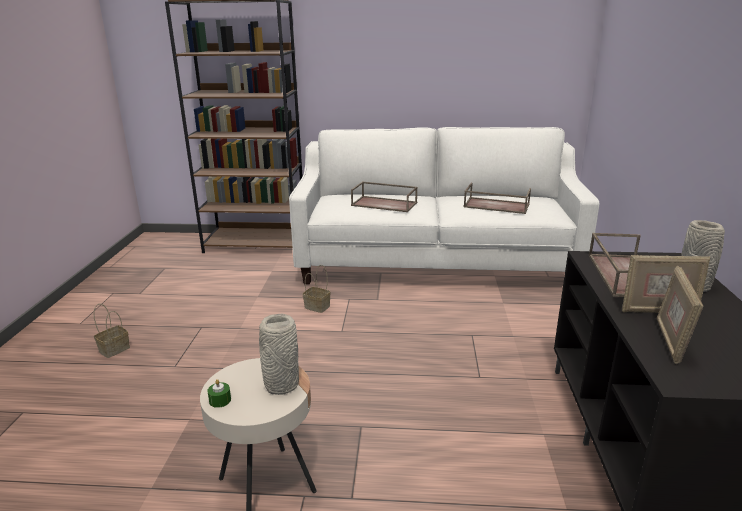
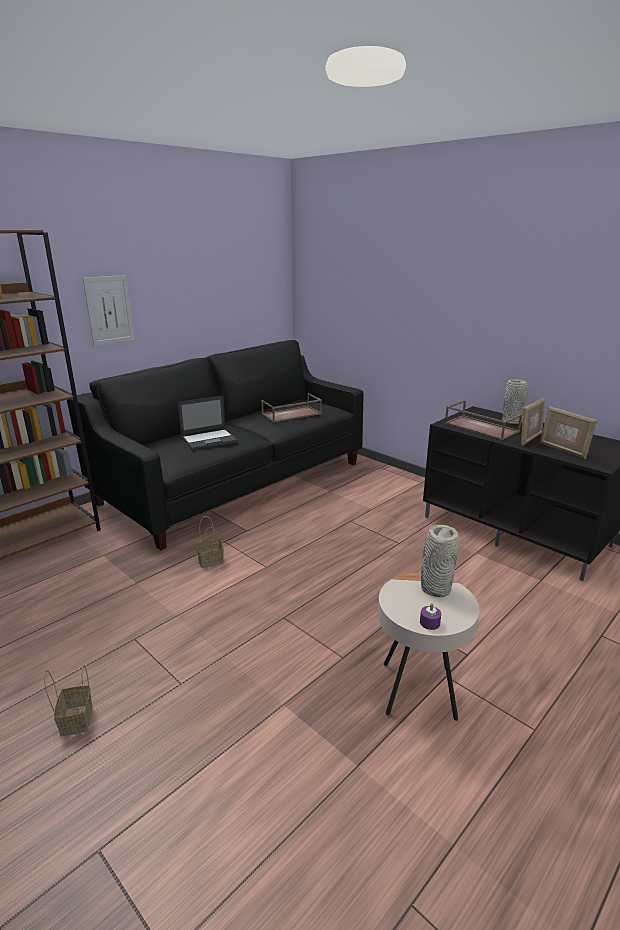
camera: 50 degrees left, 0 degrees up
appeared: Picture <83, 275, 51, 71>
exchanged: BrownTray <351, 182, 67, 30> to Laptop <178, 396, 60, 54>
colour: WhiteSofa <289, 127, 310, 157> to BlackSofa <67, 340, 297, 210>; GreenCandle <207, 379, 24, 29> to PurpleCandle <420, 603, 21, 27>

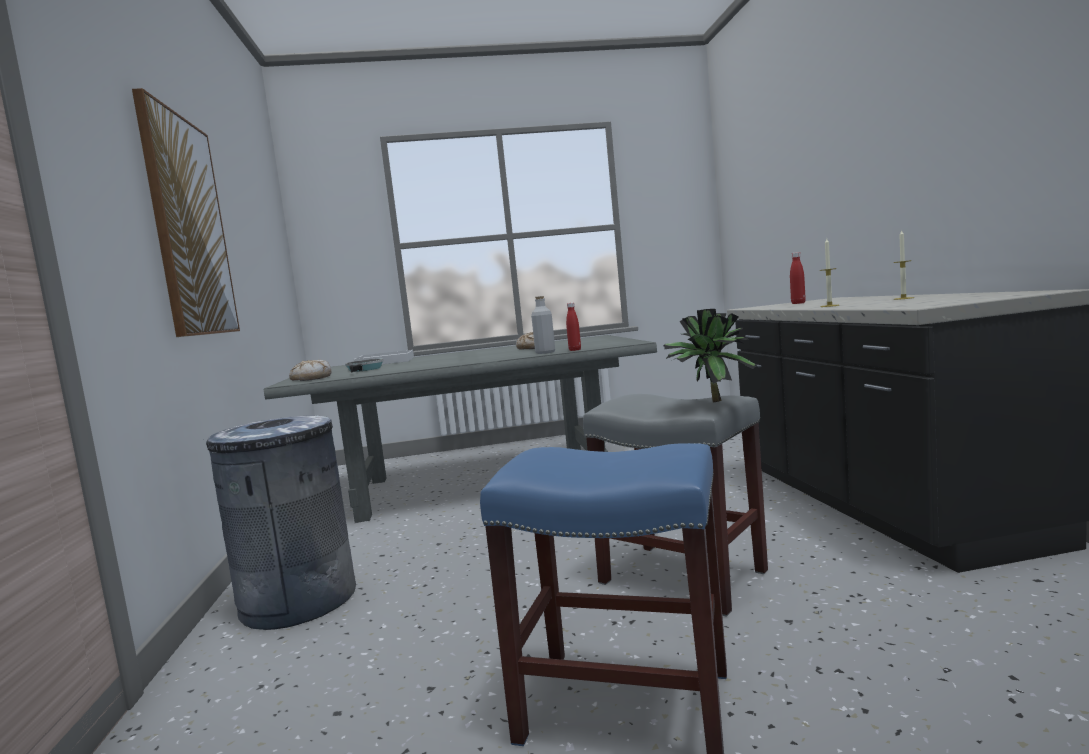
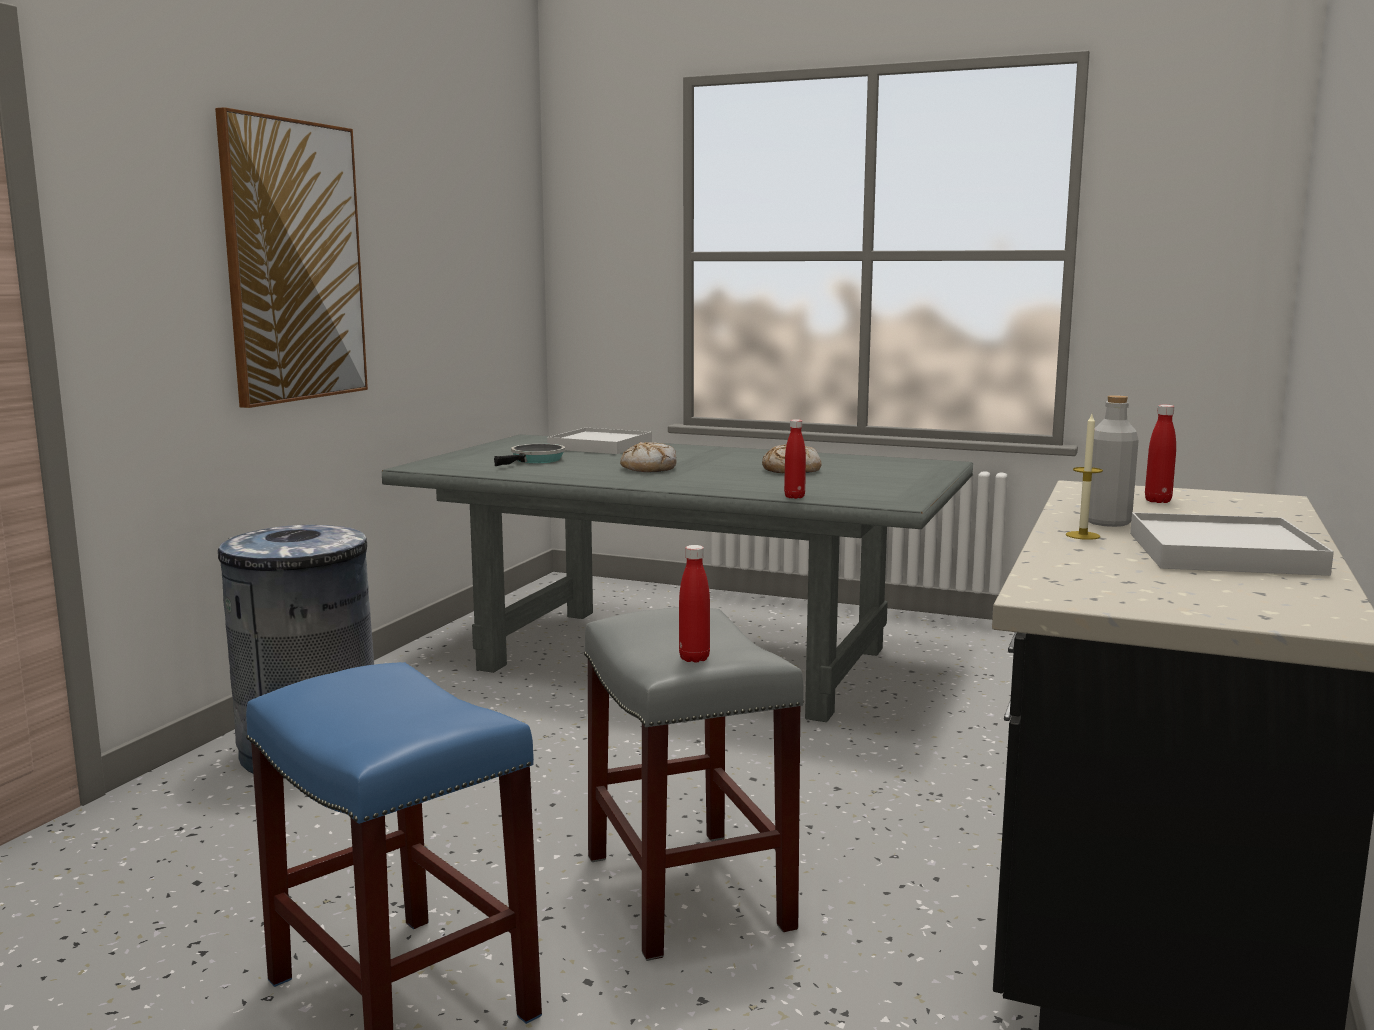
camera: 30 degrees right, 5 degrees up
relocated: Bread <289, 360, 43, 21> to <620, 442, 57, 30>; GreyBottle <531, 296, 24, 58> to <1088, 395, 51, 132>
exchanged: PottedPlant <664, 309, 93, 93> to RedBottle <679, 545, 31, 118>; Candle <893, 230, 21, 70> to WhiteTray <1130, 512, 204, 64>

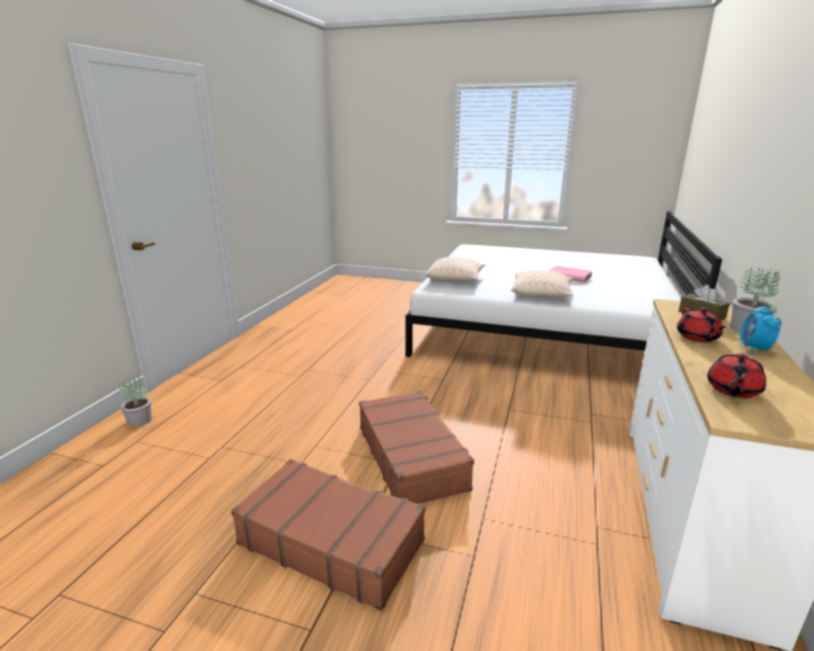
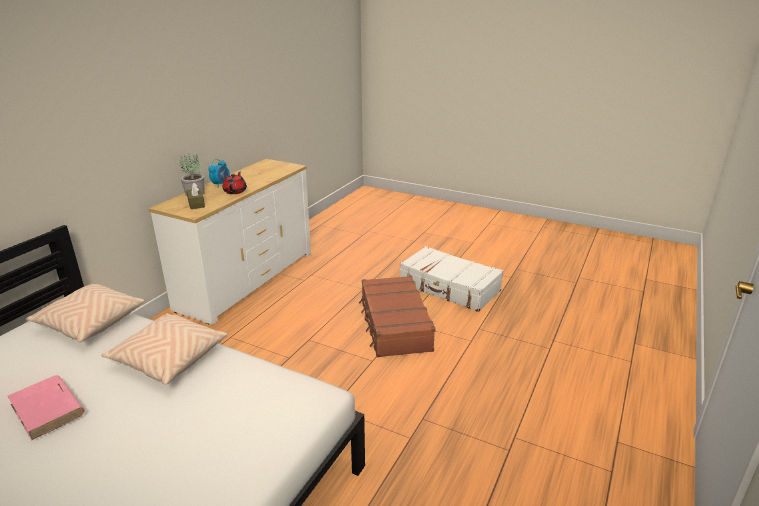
camera: 170 degrees left, 5 degrees up
missing: PottedPlant <118, 376, 34, 51>; RedTeapot <707, 353, 59, 45>
relocated: BeigePillow <425, 257, 60, 25> to <26, 284, 119, 58>
colour: BrownSuitcase <231, 459, 194, 152> to WhiteSuitcase <400, 246, 104, 66>

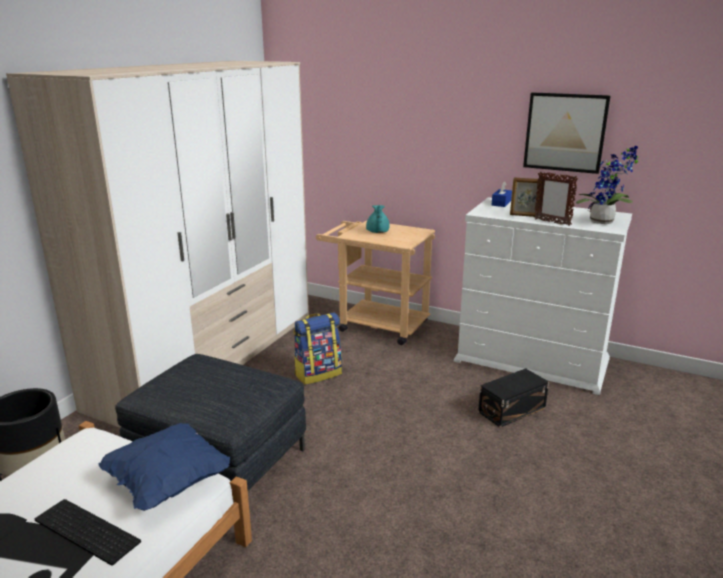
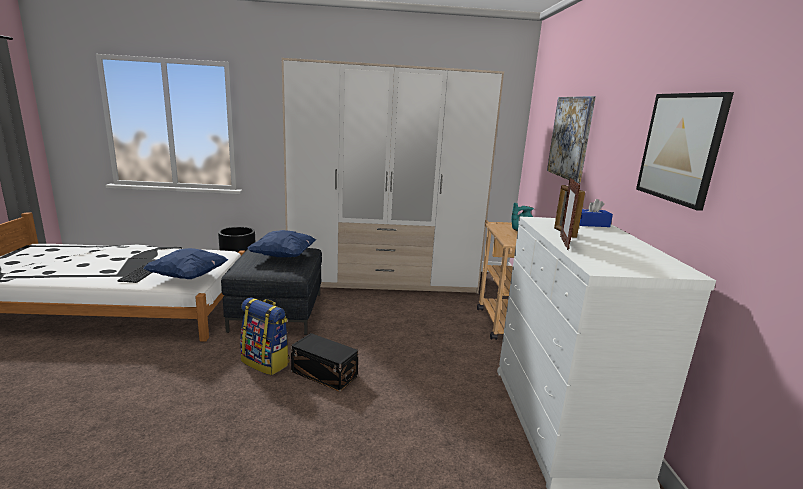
camera: 60 degrees right, 5 degrees down
missing: PottedPlant <576, 146, 62, 78>
appeared: BluePillow <247, 230, 69, 27>; Picture <547, 96, 49, 87>
relocated: Backpack <293, 312, 49, 73> to <240, 297, 50, 78>; BlackStorageBox <478, 368, 71, 60> to <291, 333, 68, 59>

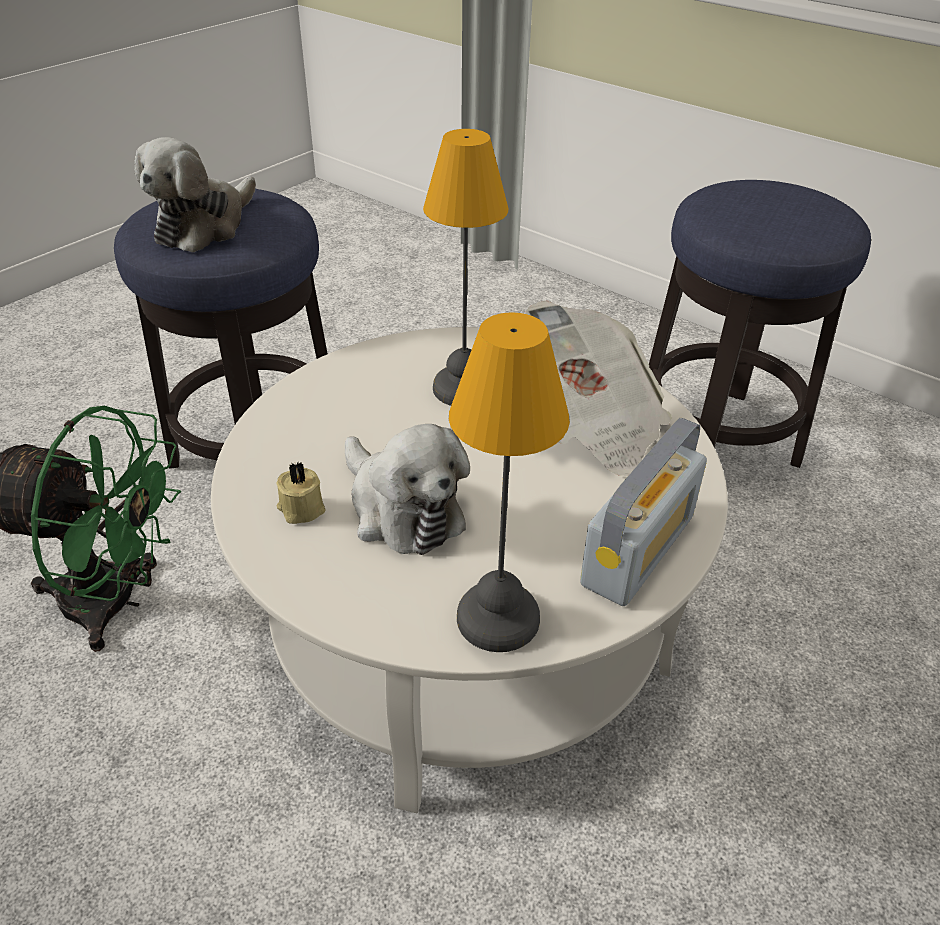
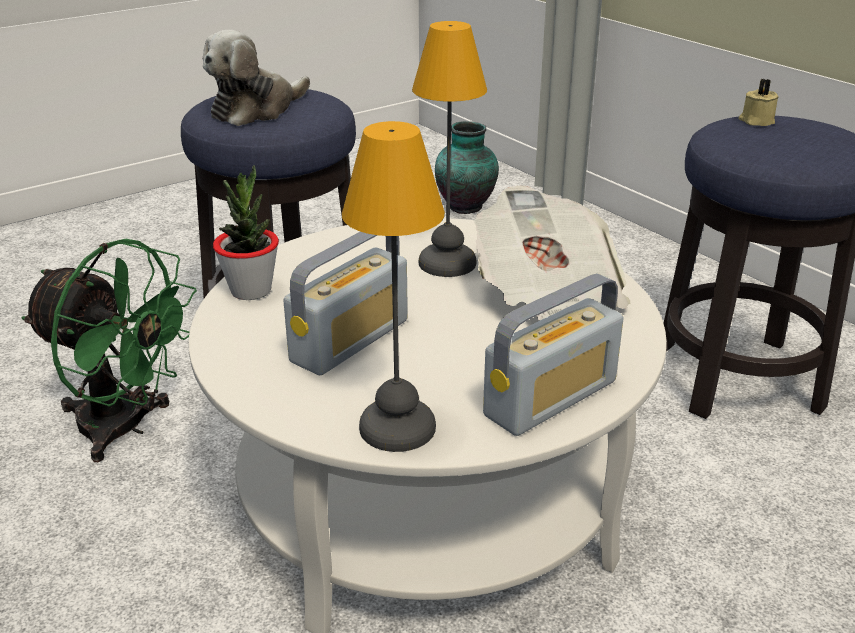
camera: 15 degrees right, 10 degrees down
appeared: PottedPlant <213, 165, 66, 135>; Vase <435, 121, 64, 93>
relocated: BeigeCandle <276, 462, 50, 62> to <738, 79, 41, 47>
exchanged: PlushToy <345, 424, 125, 131> to Radio <283, 232, 125, 143>

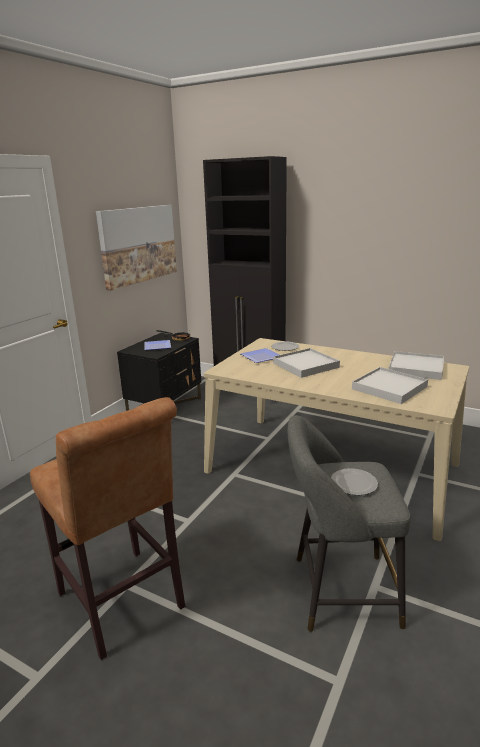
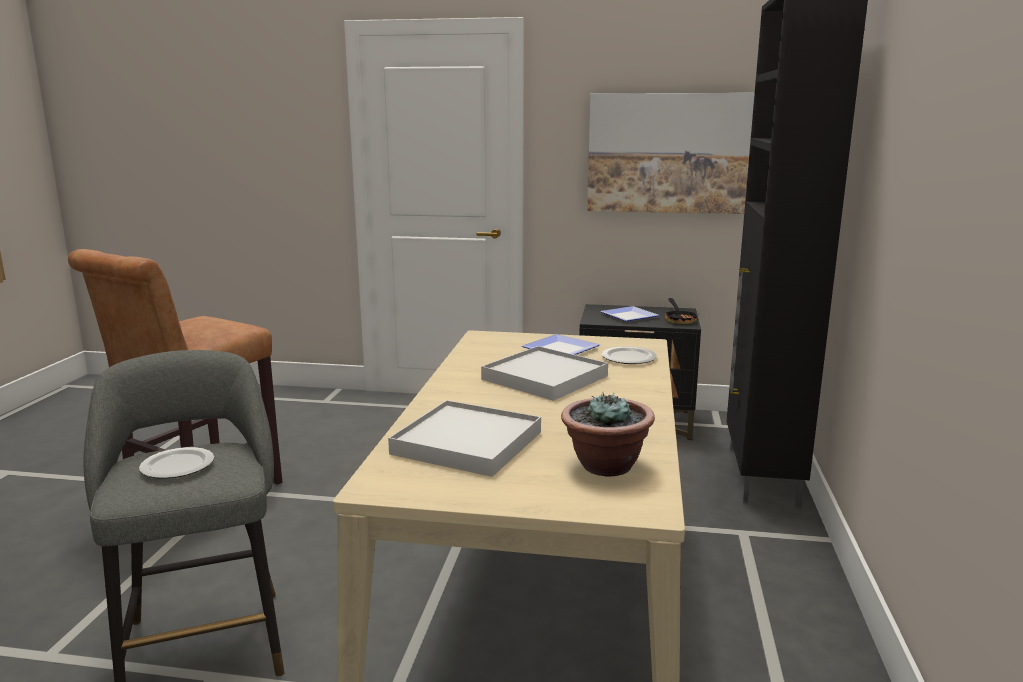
camera: 70 degrees right, 5 degrees down
exchanged: WhiteTray <389, 351, 55, 29> to PottedPlant <561, 392, 94, 84>

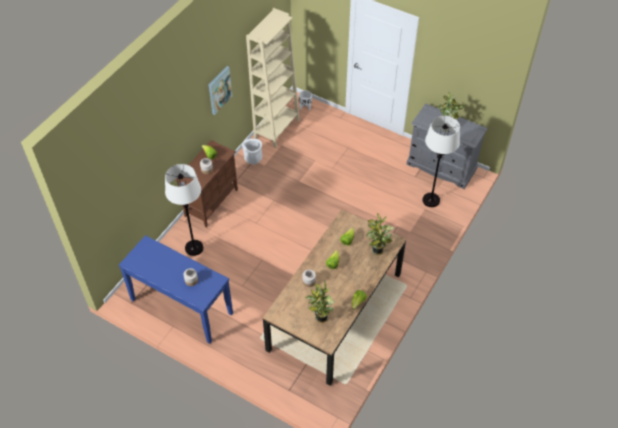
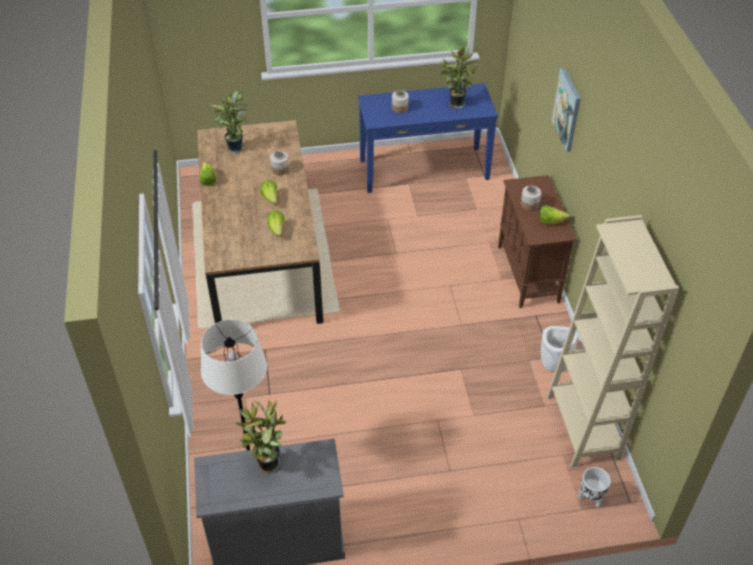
camera: 140 degrees right, 5 degrees down
missing: WhiteFloorLamp <165, 164, 39, 92>
relocated: PottedPlant <366, 213, 28, 42> to <440, 45, 38, 63>; Picture <209, 66, 23, 49> to <552, 68, 29, 84>

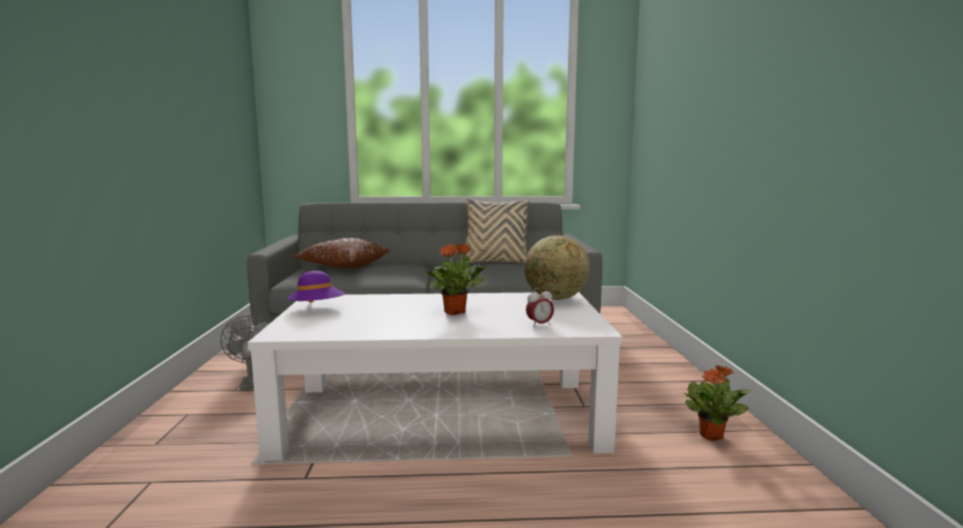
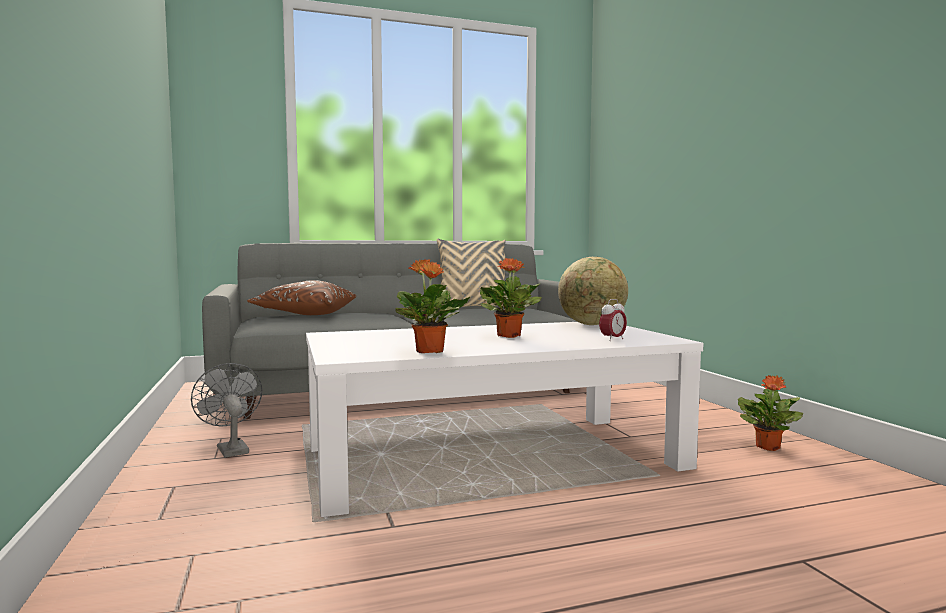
camera: 15 degrees left, 5 degrees down
missing: PurpleHat <287, 271, 58, 32>
appeared: PottedPlant <396, 259, 75, 94>

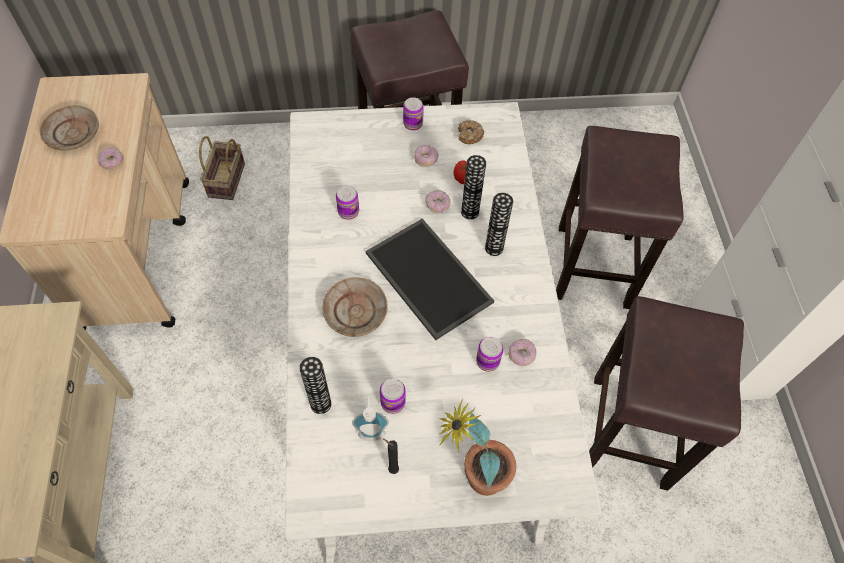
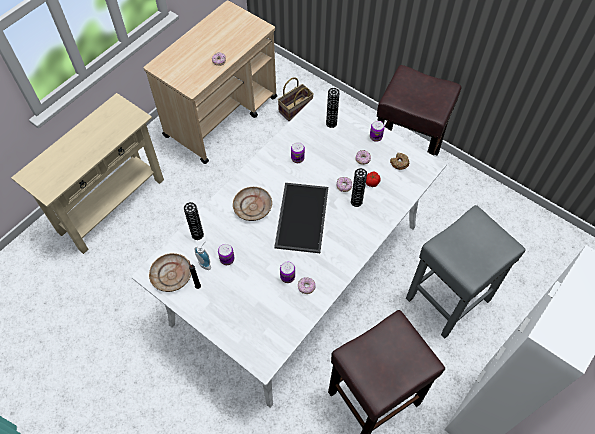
camera: 45 degrees right, 0 degrees up
missing: PottedPlant <439, 399, 77, 97>
relocated: BeigePlate <40, 105, 59, 46> to <149, 253, 42, 39>; Vase <485, 193, 28, 63> to <326, 88, 14, 40>
colour: BrownStool <556, 126, 128, 183> to GreyStool <406, 205, 120, 134>

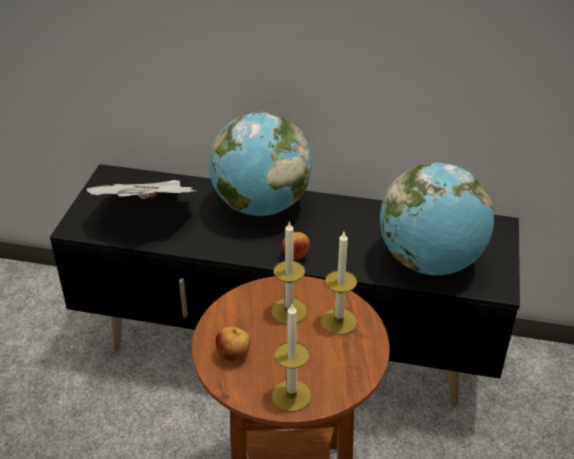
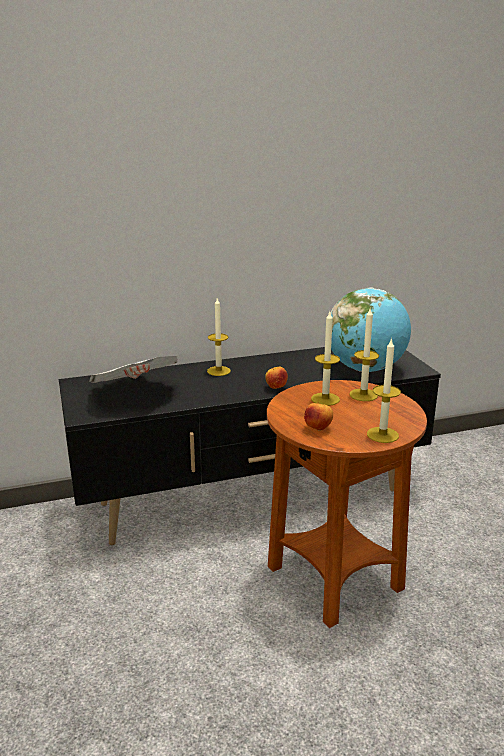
camera: 30 degrees left, 15 degrees down
exchanged: Globe <209, 112, 103, 104> to Candle <207, 298, 24, 78>

